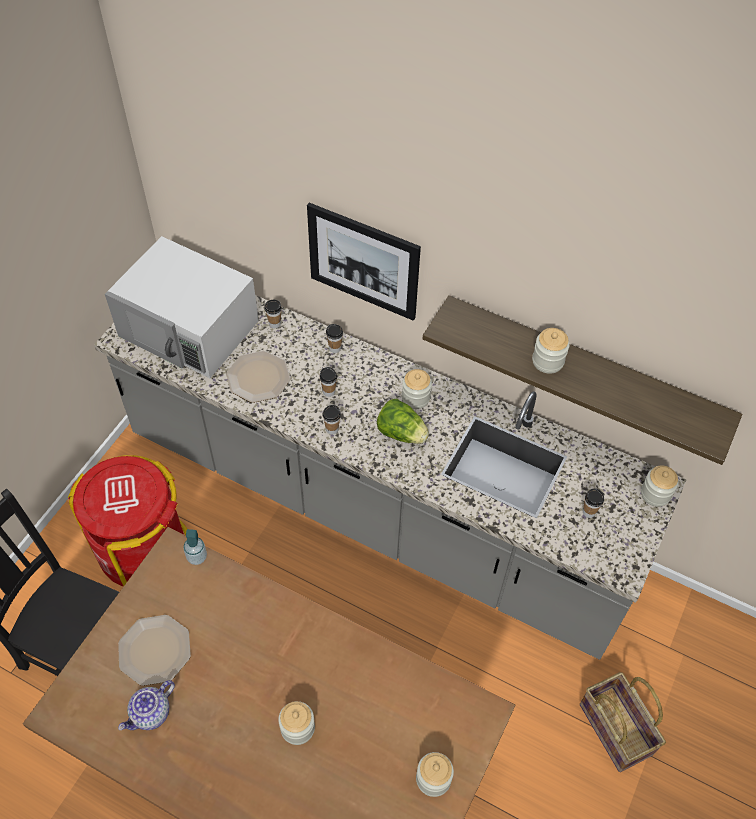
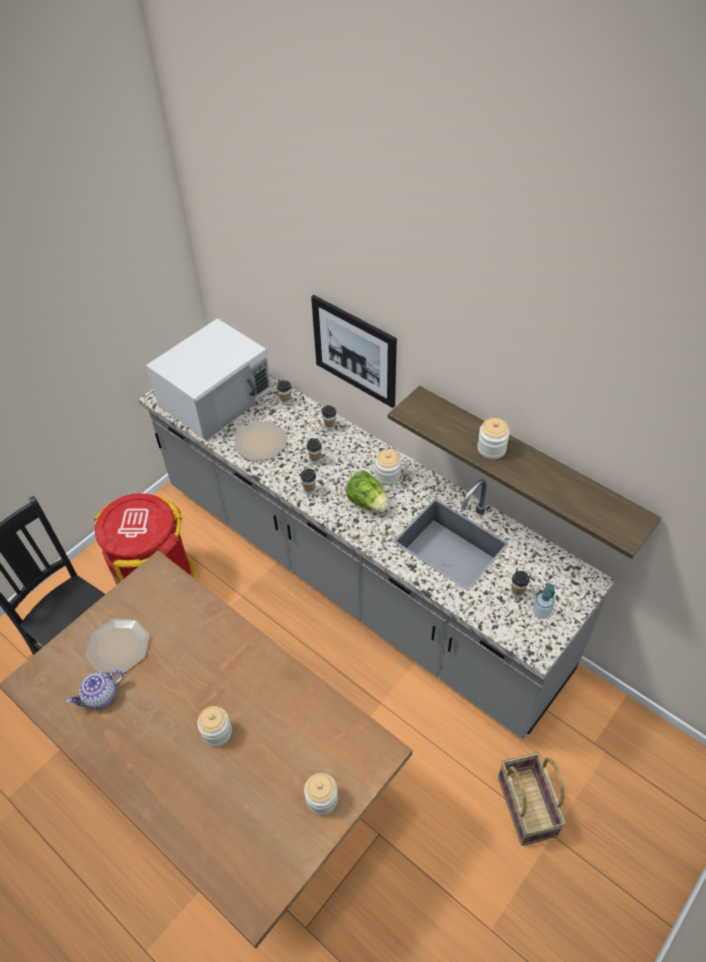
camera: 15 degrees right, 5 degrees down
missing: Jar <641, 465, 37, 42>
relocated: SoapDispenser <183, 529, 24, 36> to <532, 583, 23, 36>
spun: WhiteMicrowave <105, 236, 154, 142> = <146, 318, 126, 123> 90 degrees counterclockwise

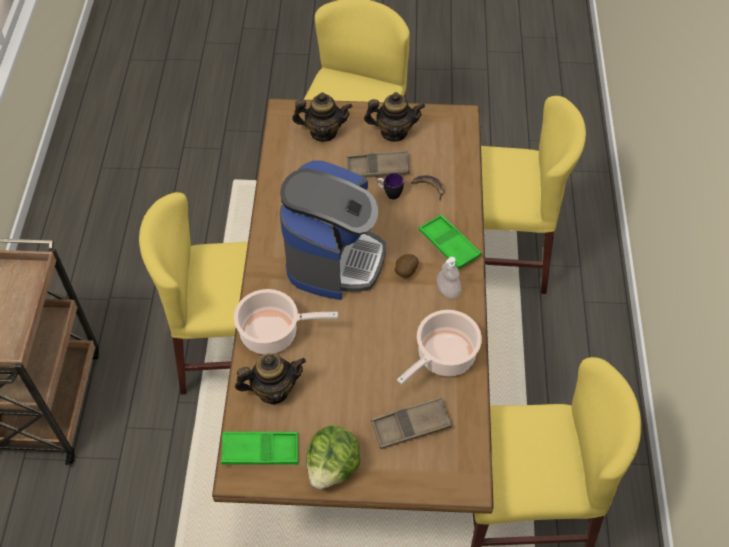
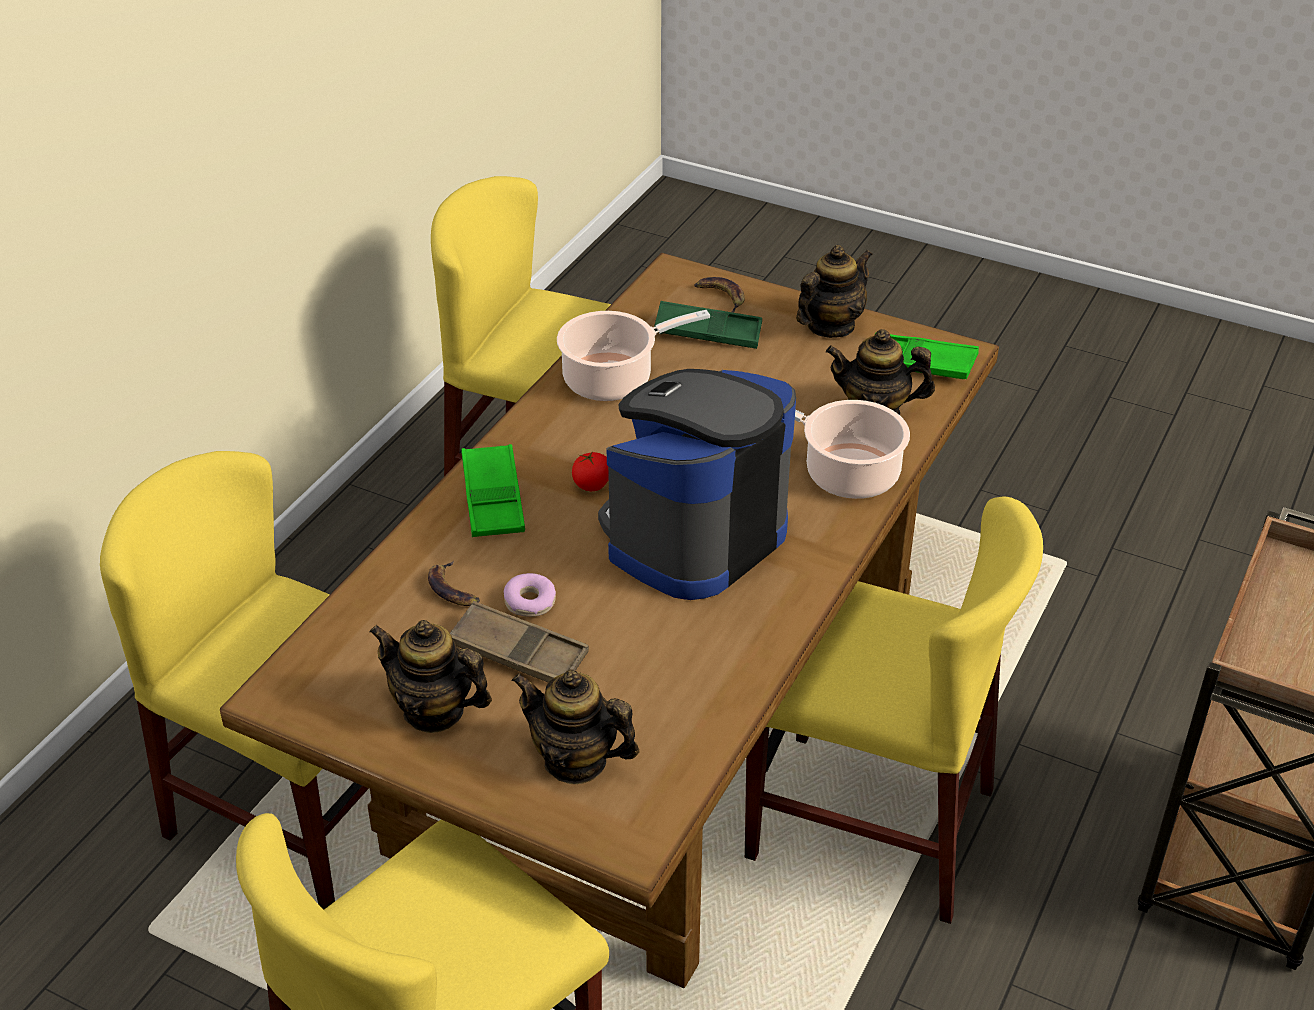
camera: 155 degrees left, 15 degrees down
missing: SoapDispenser <436, 257, 25, 42>
appeared: Banana <694, 277, 51, 36>
exchanged: Mug <377, 173, 27, 27> to Donut <504, 573, 52, 44>; Potato <395, 254, 24, 24> to Tomato <572, 451, 37, 40>; Lettuce <306, 425, 54, 64> to Teapot <796, 245, 77, 93>
colour: BrownTray <371, 397, 81, 52> to GreenTray <654, 301, 108, 48>

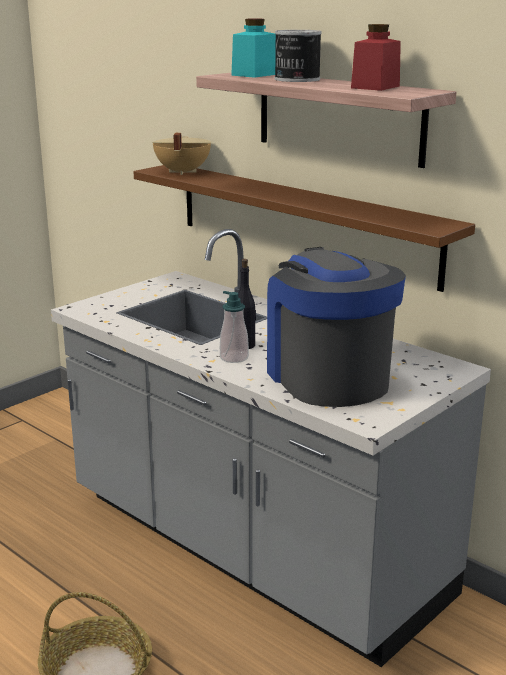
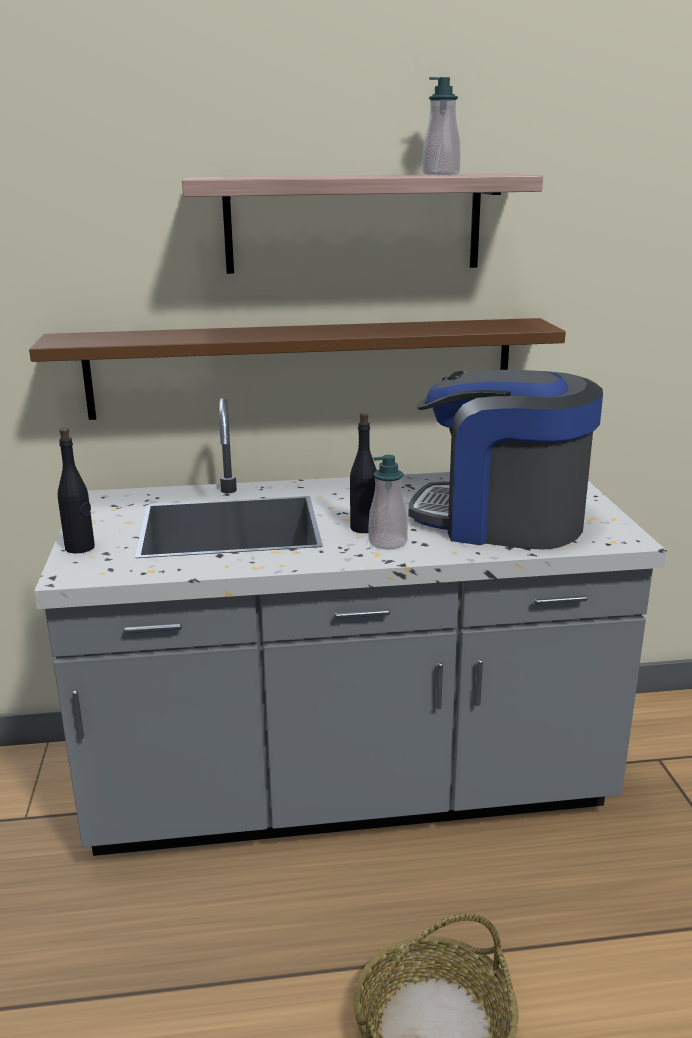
camera: 50 degrees left, 0 degrees up
missing: BeigeCookingPot <152, 133, 59, 42>; TurquoiseJar <231, 18, 45, 60>; Can <275, 30, 47, 52>
appeared: BlackBottle <58, 428, 37, 126>
exchanged: RedJar <351, 24, 50, 67> to SoapDispenser <422, 77, 39, 98>

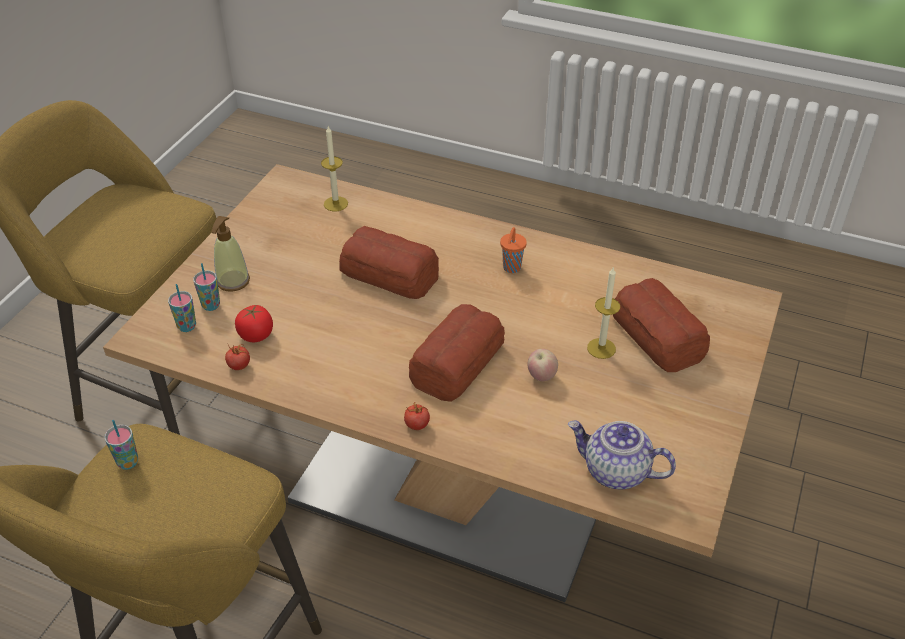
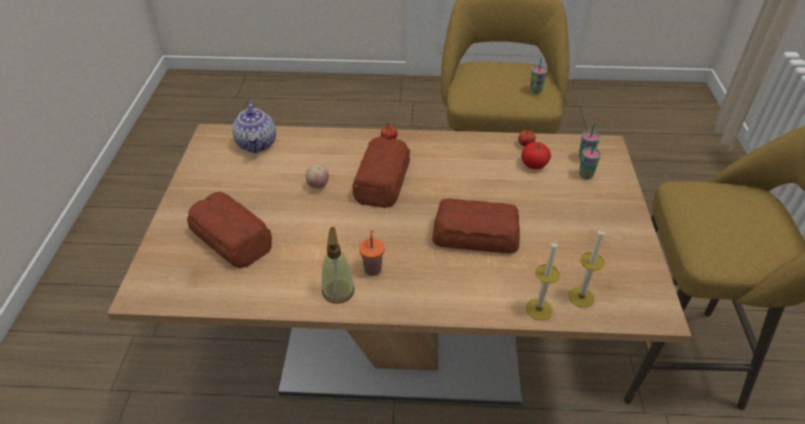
camera: 160 degrees right, 0 degrees up
relocated: SoapDispenser <212, 216, 38, 76> to <322, 227, 33, 77>; Candle <587, 266, 33, 93> to <526, 240, 34, 80>
spun: Teapot <568, 420, 108, 70> = <232, 101, 44, 52> 75 degrees clockwise

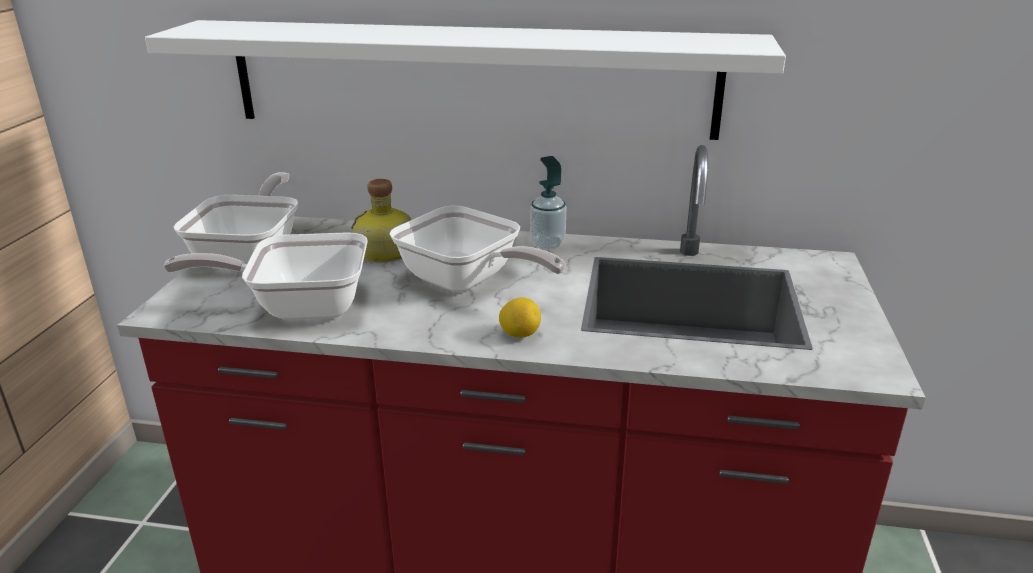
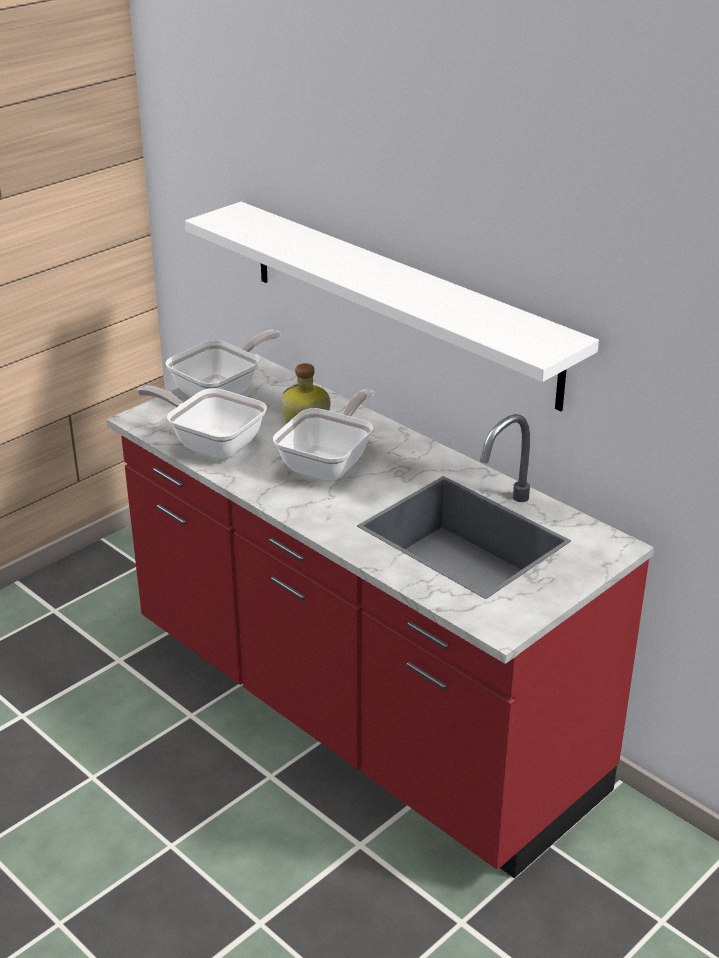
camera: 35 degrees right, 5 degrees up
missing: Lemon <499, 297, 42, 41>; SoapDispenser <530, 156, 36, 94>
spun: FryingPan <389, 206, 176, 86> = <273, 389, 101, 93> 135 degrees counterclockwise

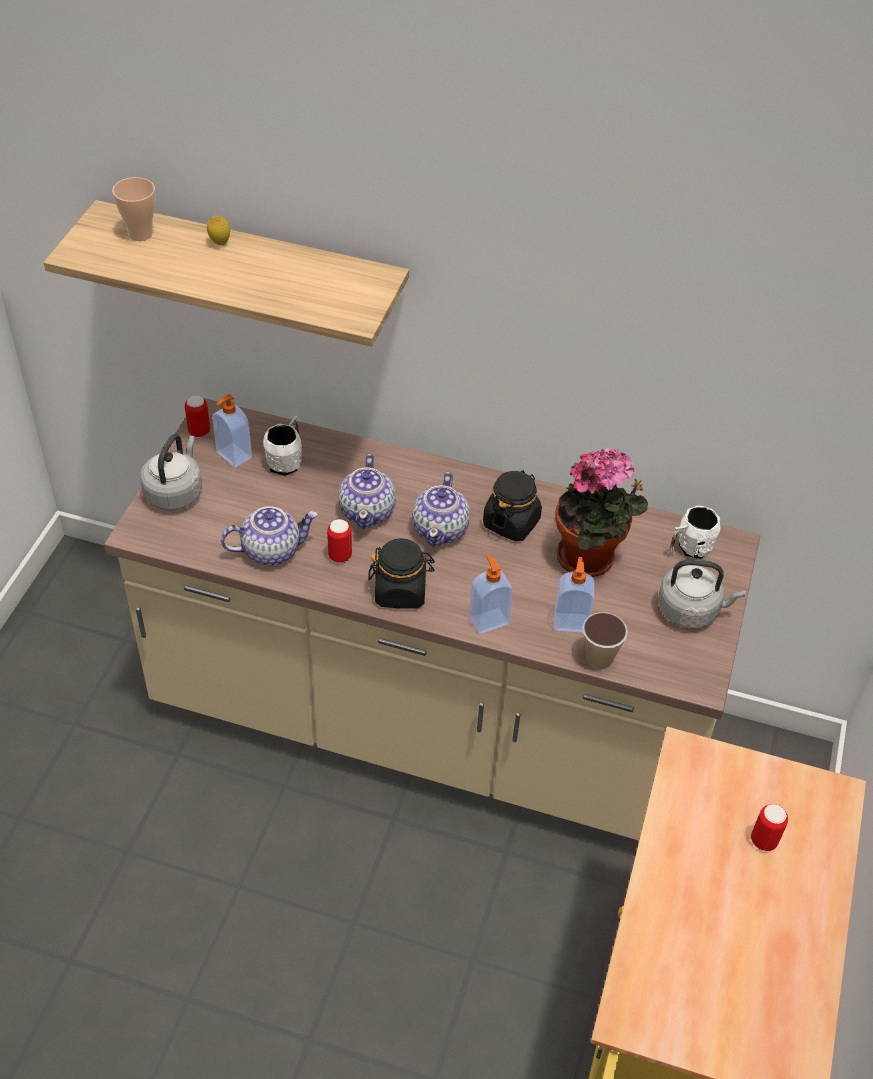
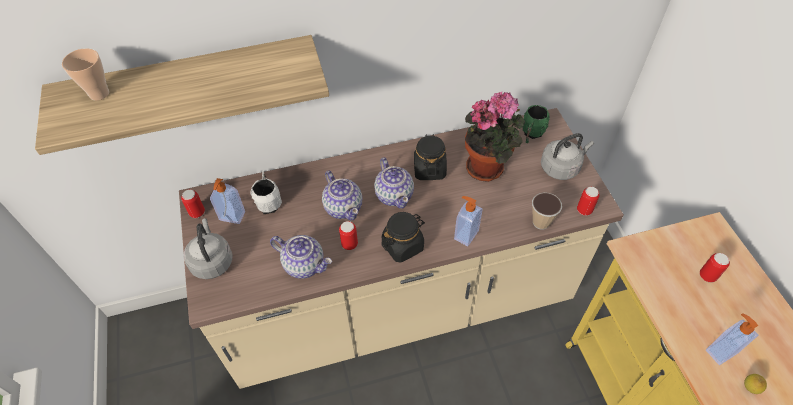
camera: 30 degrees left, 5 degrees up
appeared: Can <577, 187, 23, 29>
relocated: SoapDispenser <554, 557, 40, 76> to <706, 313, 52, 52>; Lemon <207, 216, 23, 29> to <744, 374, 23, 20>
colour: WhiteMug <671, 506, 50, 53> to GreenMug <523, 105, 27, 38>
spun: Teapot <221, 506, 97, 60> = <270, 235, 62, 44> 75 degrees clockwise

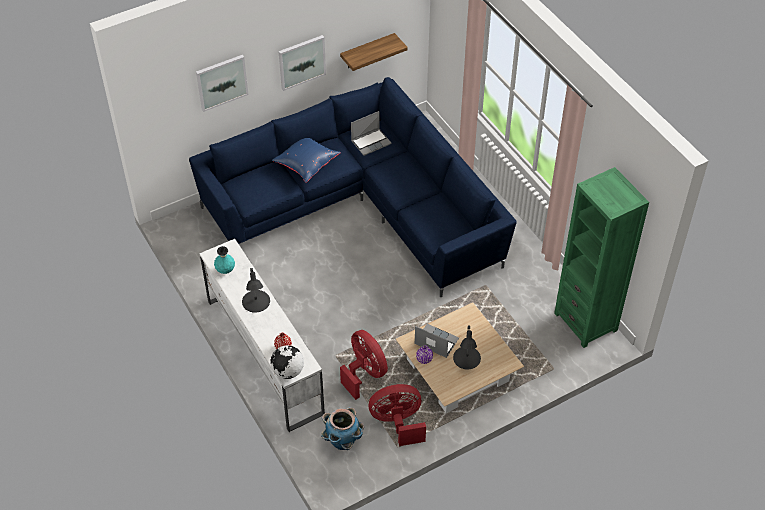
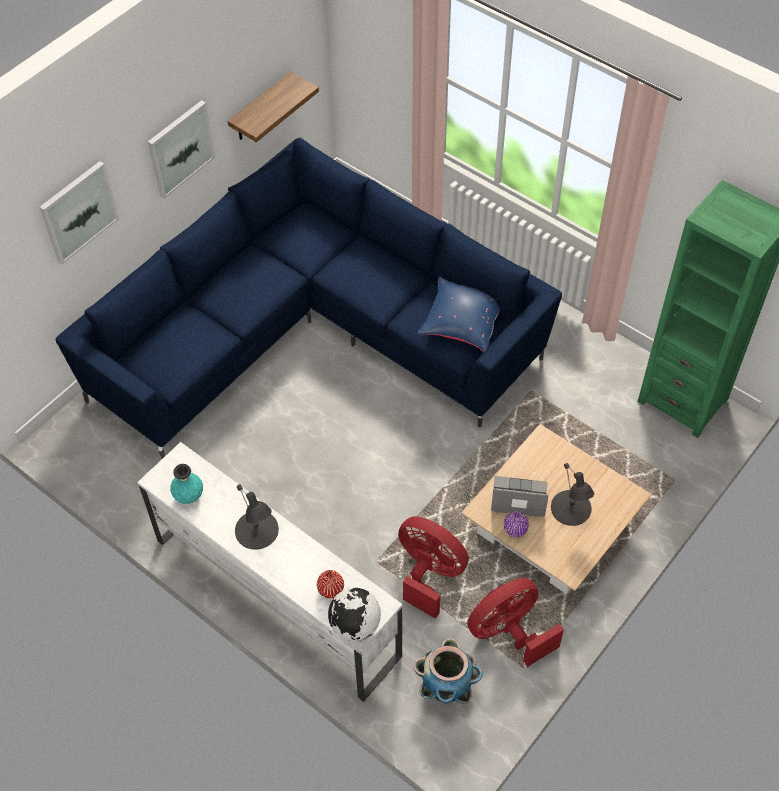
camera: 20 degrees left, 5 degrees up
missing: Laptop <351, 111, 41, 45>
relocated: BluePillow <272, 138, 69, 45> to <418, 276, 82, 76>

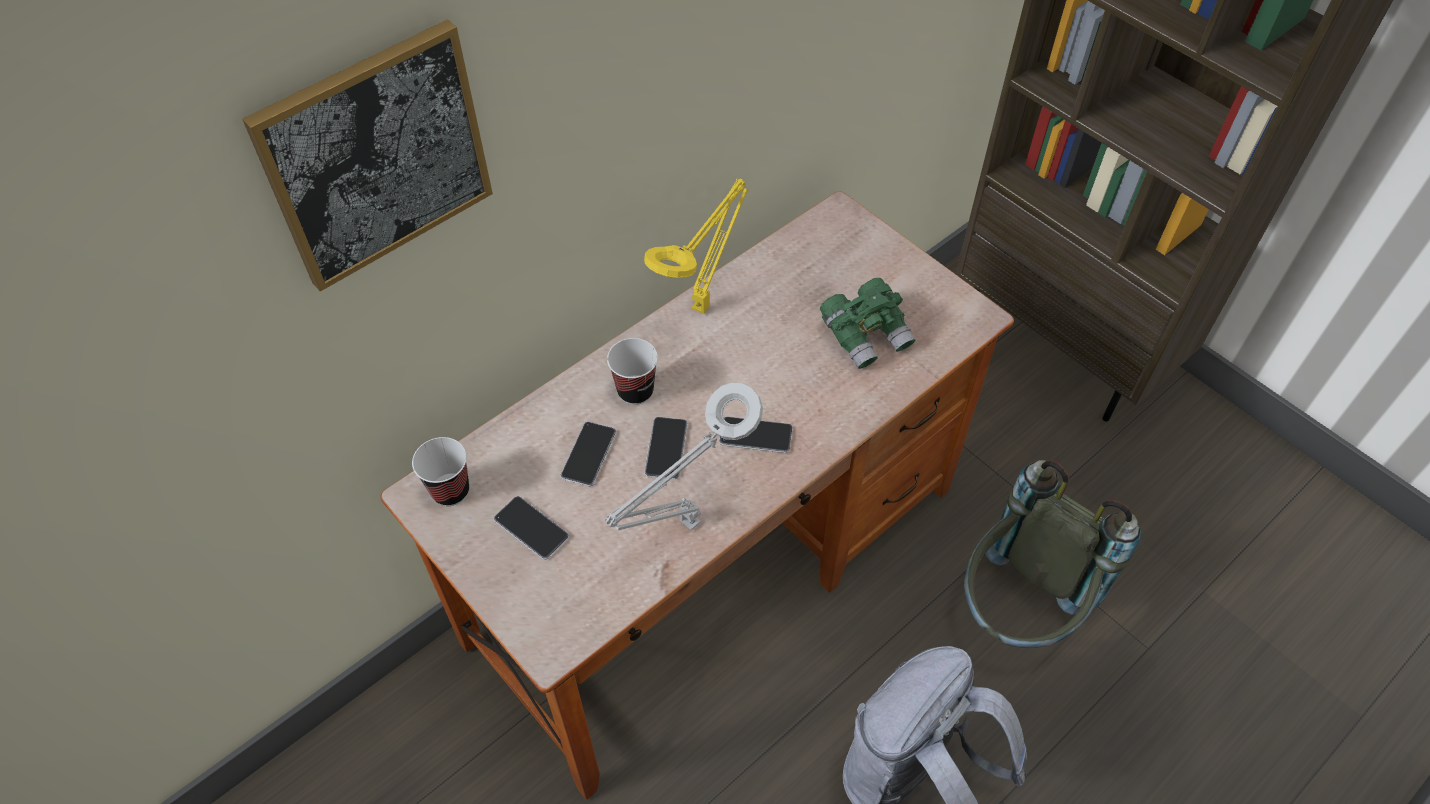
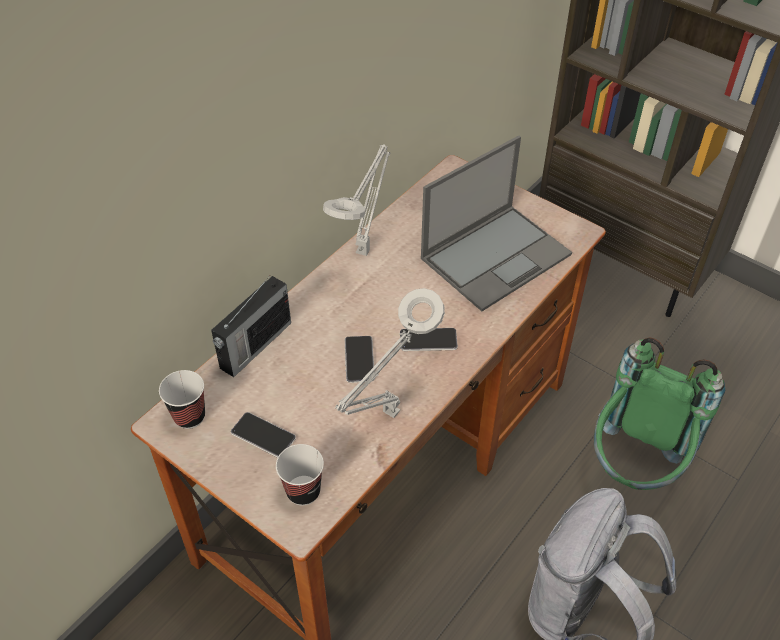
camera: 10 degrees left, 5 degrees down
missing: Picture <242, 19, 251, 272>; Phone <561, 422, 55, 64>
appeared: Radio <211, 276, 80, 101>
relocated: Cup <607, 338, 51, 67> to <276, 444, 48, 62>
exchanged: GreenBinoculars <820, 278, 96, 91> to Laptop <421, 135, 151, 176>
colour: YellowTableLamp <644, 179, 105, 135> to GreyTableLamp <323, 144, 67, 112>; GreyBackpack <964, 460, 177, 188> to GreenBackpack <594, 337, 131, 153>

